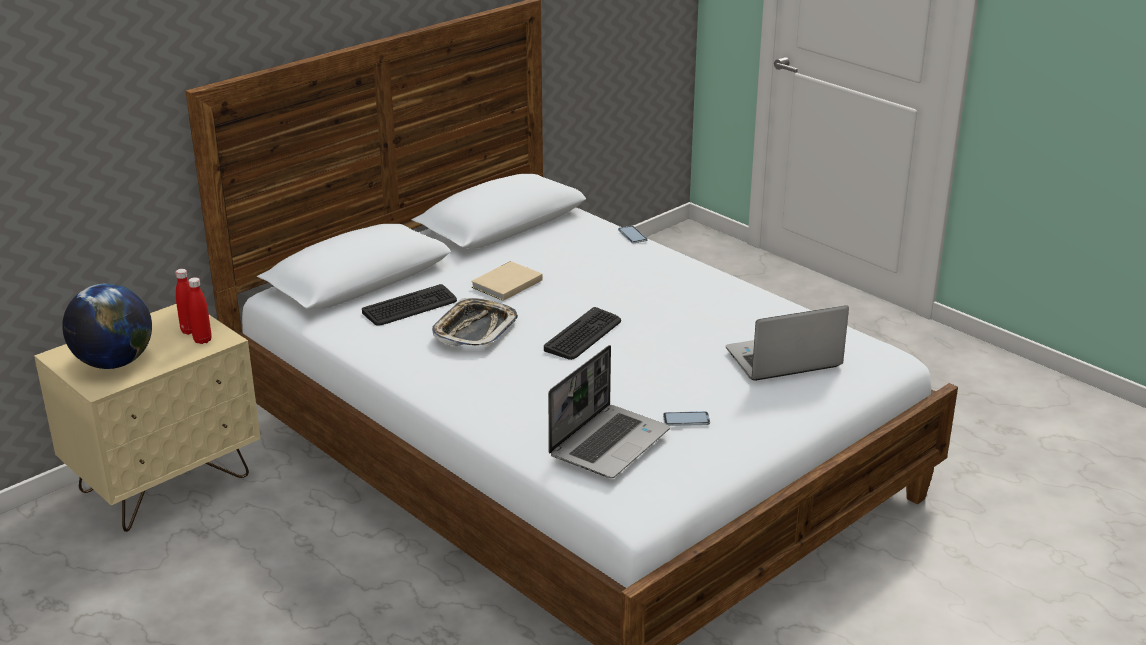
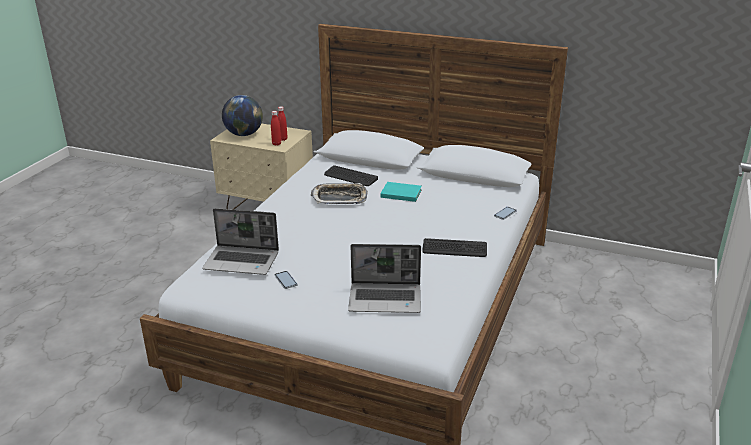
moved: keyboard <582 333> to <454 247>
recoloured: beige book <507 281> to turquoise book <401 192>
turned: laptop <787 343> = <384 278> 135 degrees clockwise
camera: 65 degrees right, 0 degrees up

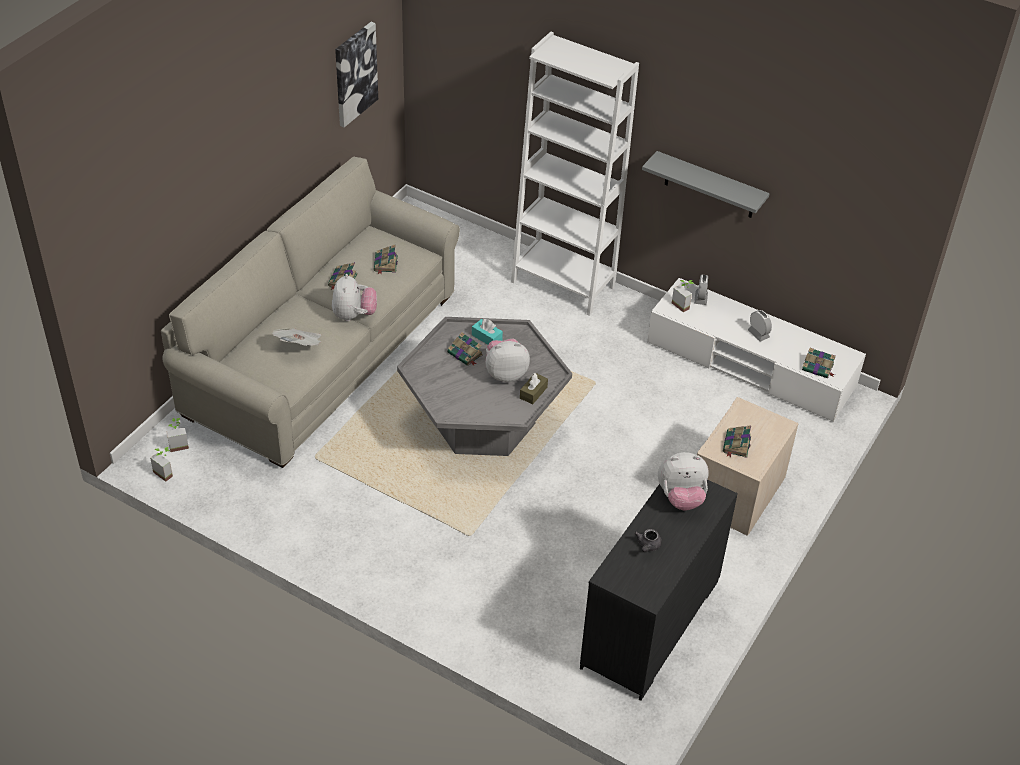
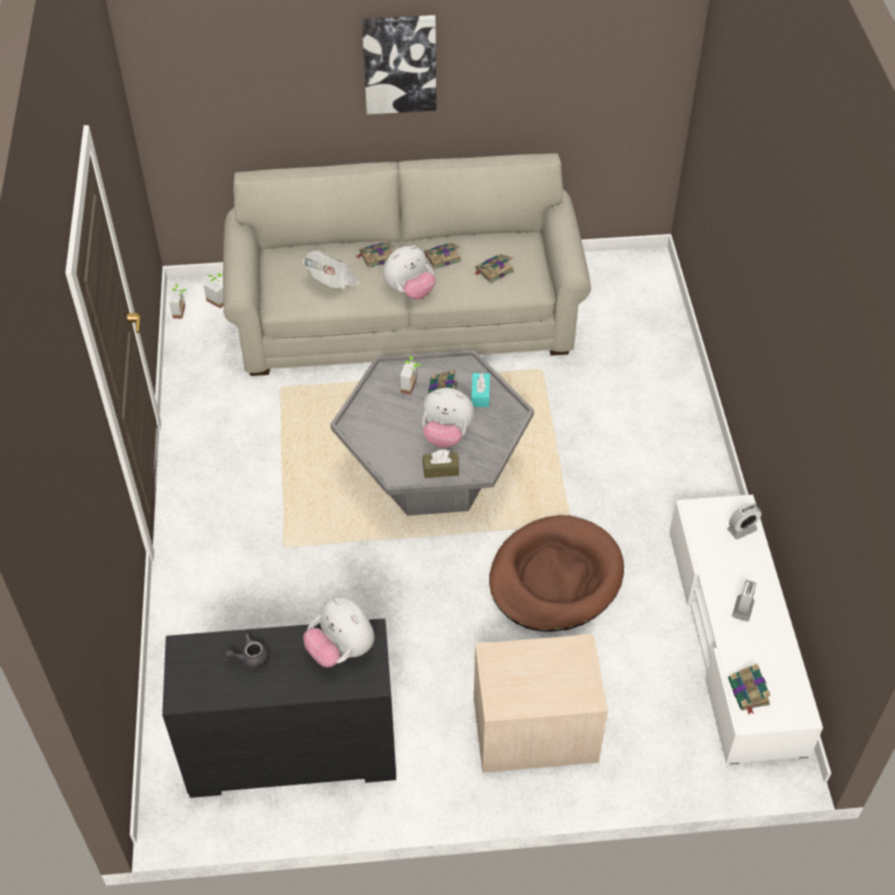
removed: white bookcase <575 174>; grey shelf <706 184>
added: brown dog bed <556 573>
moved: picture <356 74> to <399 64>; potted plant <683 296> to <410 375>; book <737 441> to <375 254>
turned: plush toy <507 360> = <448 418> 150 degrees clockwise
camera: 55 degrees right, 5 degrees up

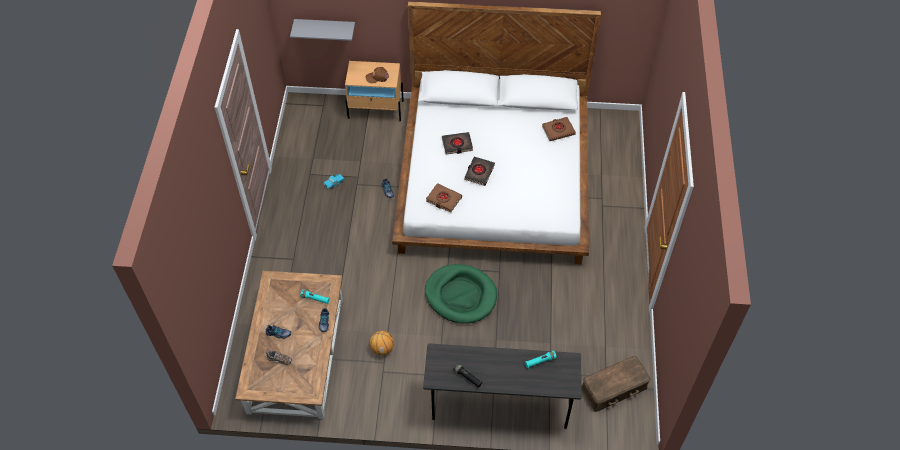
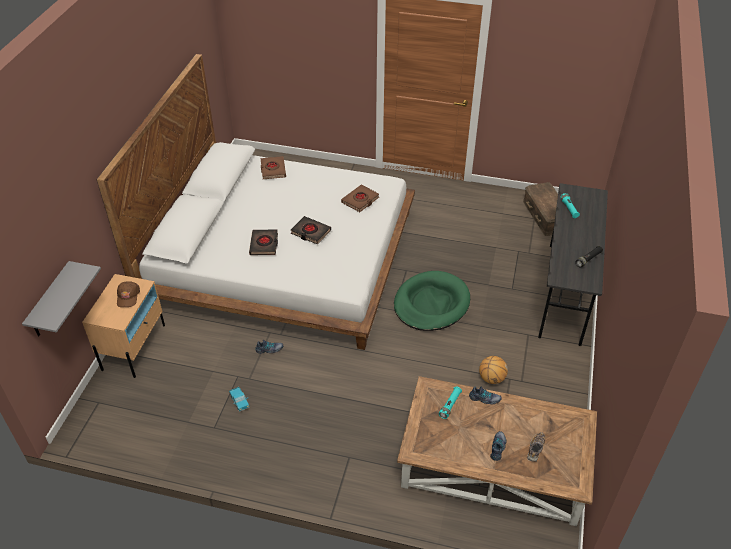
moved: brown book <444 198> to <360 198>
camera: 80 degrees left, 10 degrees down

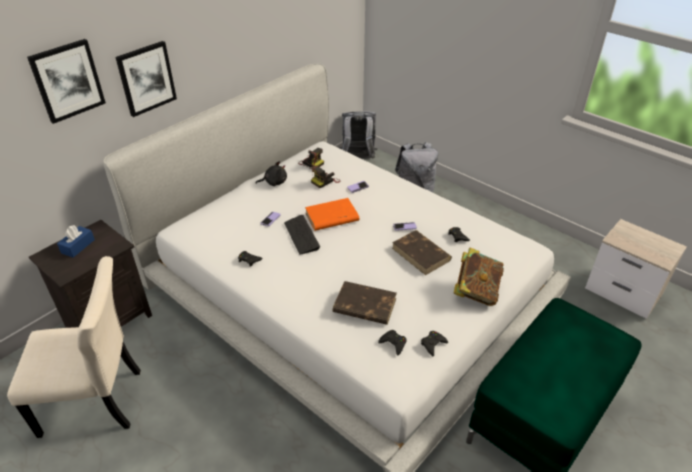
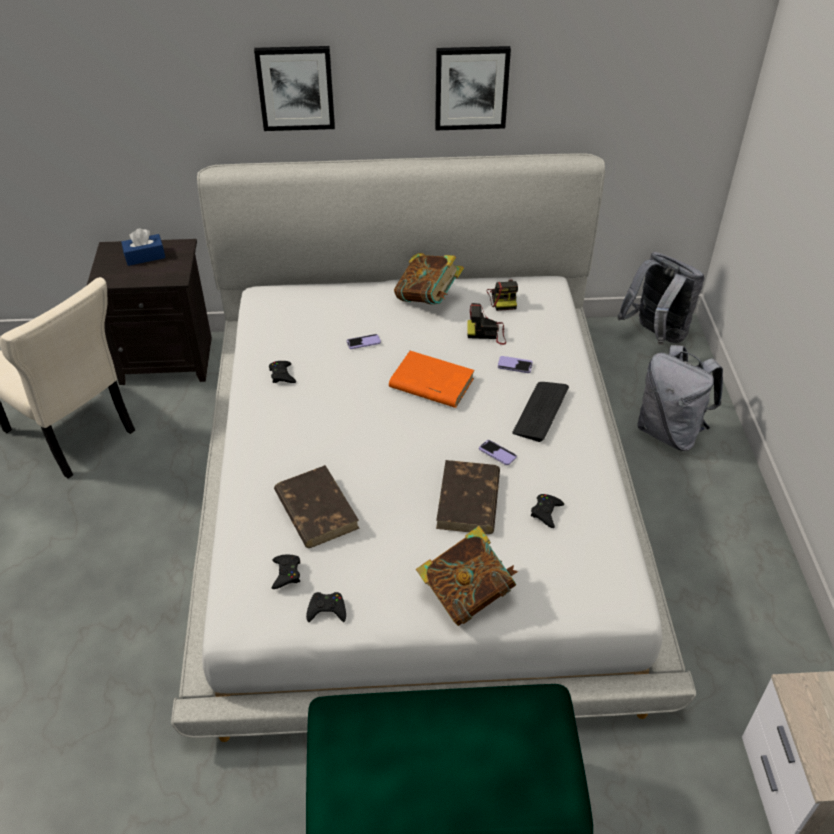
moved: picture <66 81> to <473 88>; keyboard <302 235> to <540 412>
replaced: black plush toy <271 173> to book <429 279>
camera: 45 degrees right, 5 degrees up

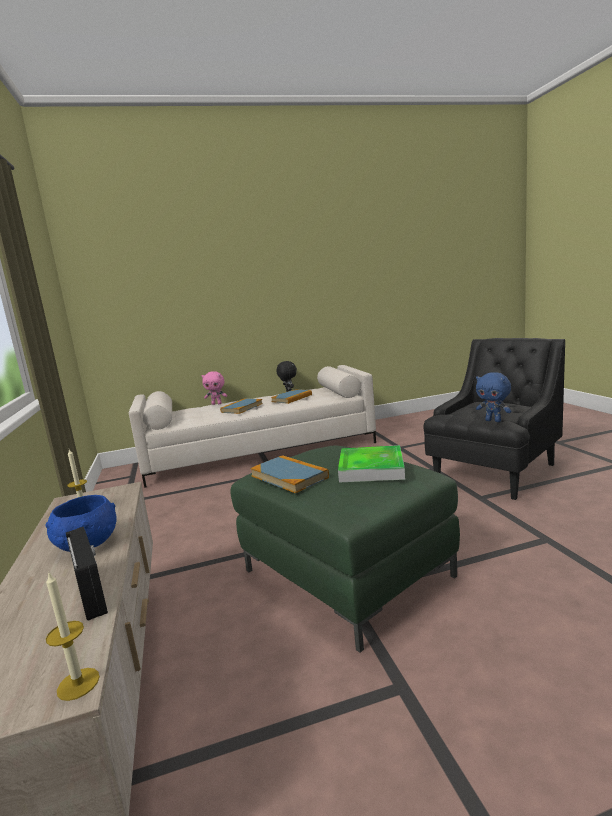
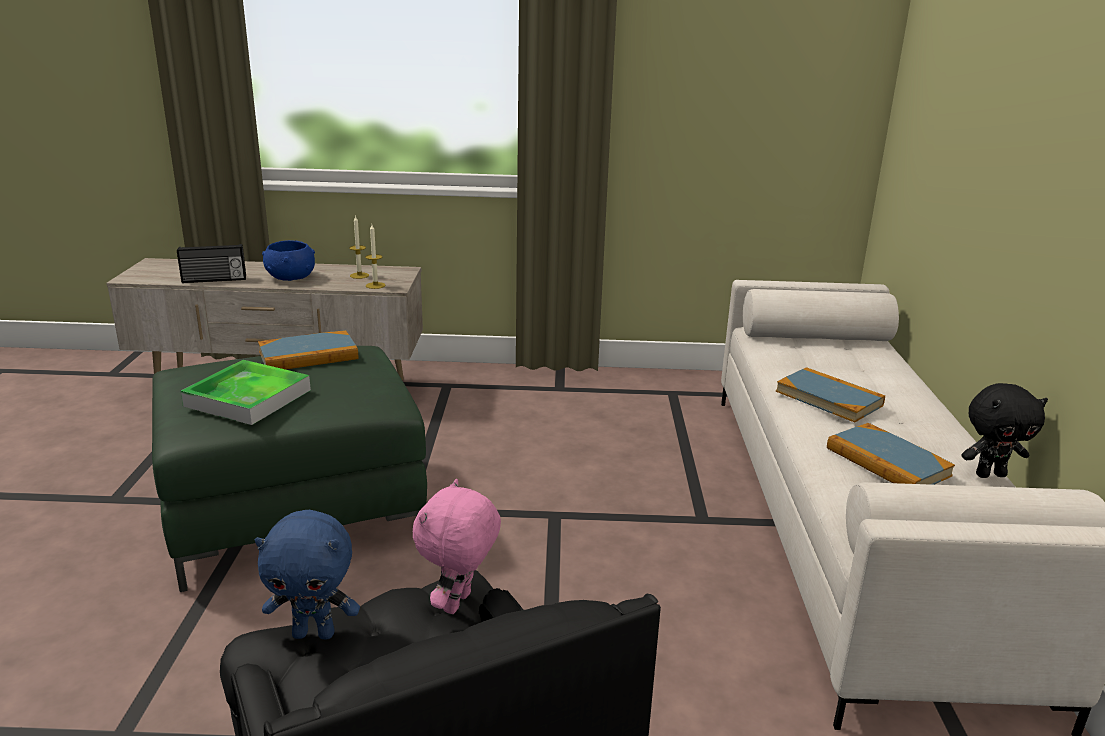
moved: candle <73 637> to <375 257>; pink plush toy <214 388> to <457 546>
turned: blue plush toy <494 397> = <307 575> 150 degrees counterclockwise
camera: 105 degrees right, 10 degrees up

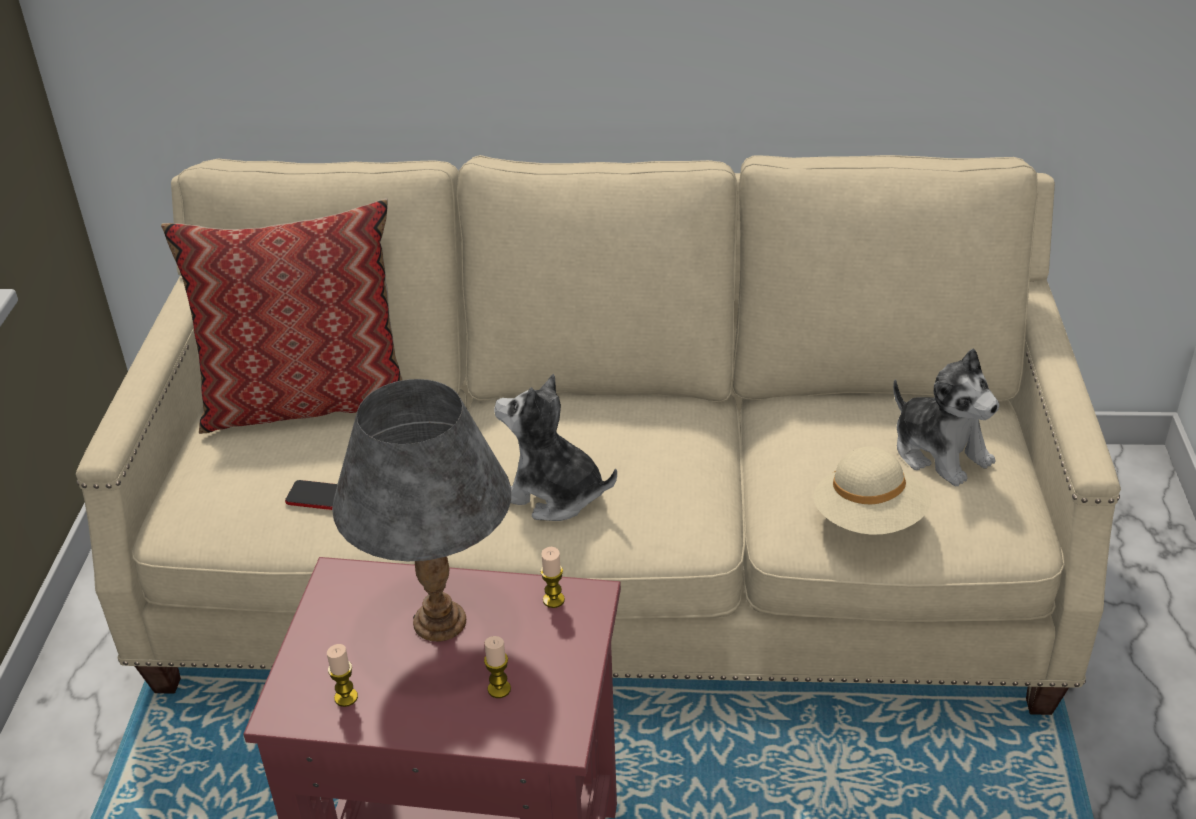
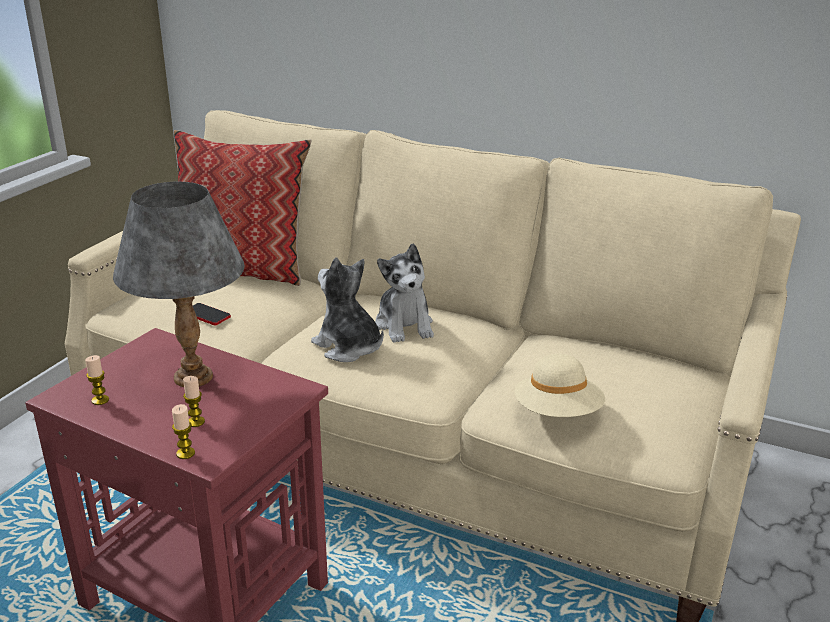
moved: candle <552 577> to <183 431>; plush toy <946 417> to <404 293>
camera: 20 degrees right, 10 degrees down

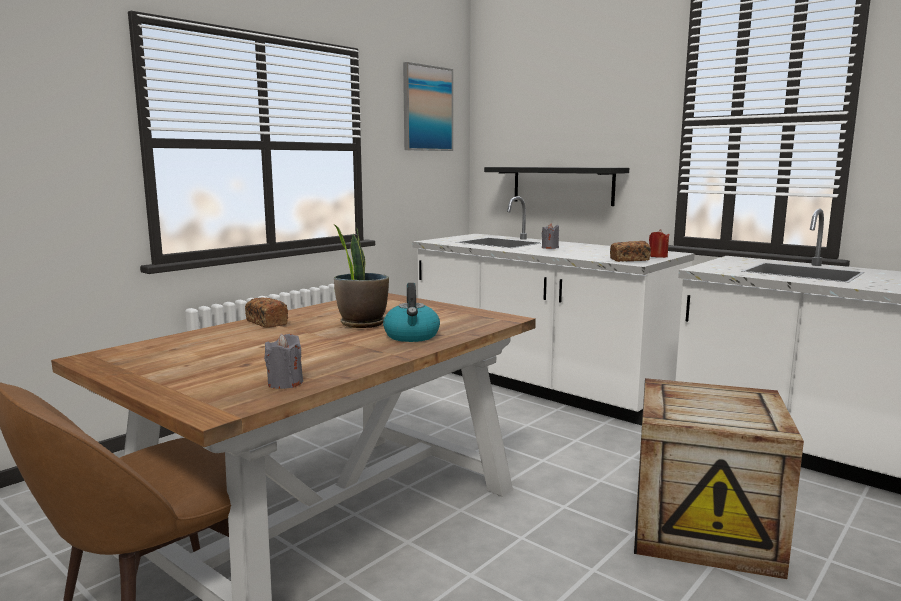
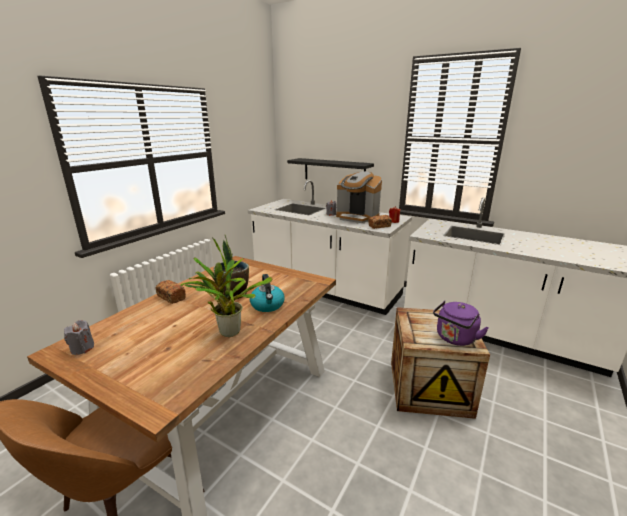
removed: picture <428 106>
added: potted plant <226 297>; coffee machine <359 197>; purple kettle <461 323>
moved: grey candle <283 361> to <79 337>
camera: 10 degrees left, 10 degrees up

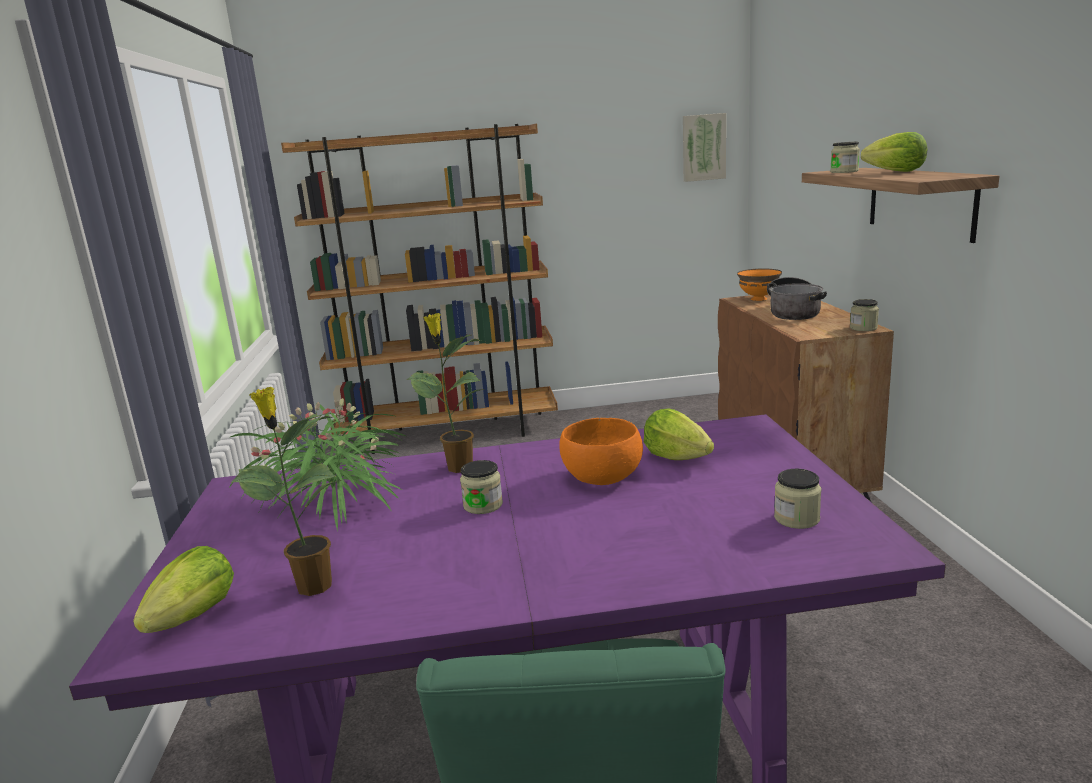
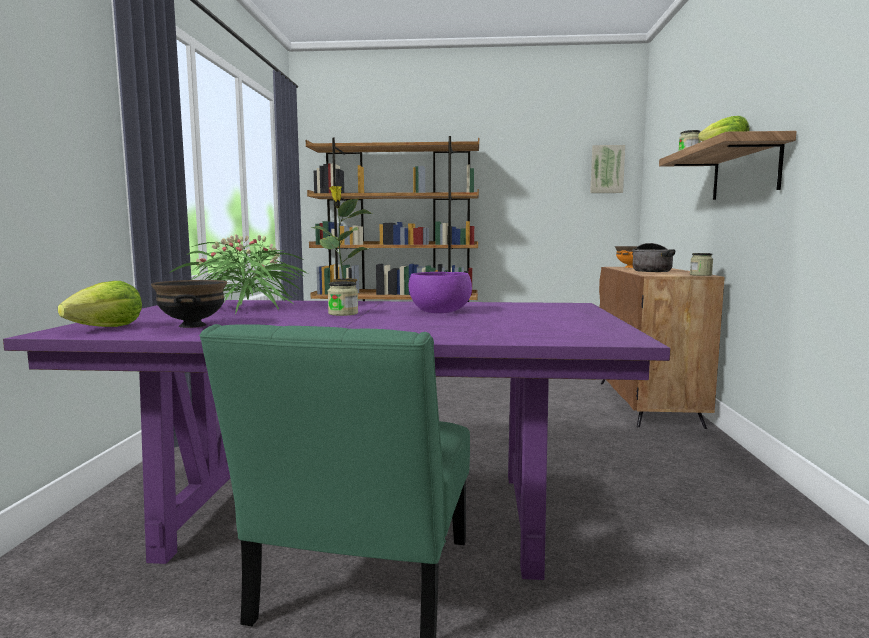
removed: lettuce <679 434>; jar <798 499>
replaced: potted plant <286 491> to black bowl <189 304>
recoloured: orange bowl <601 451> to purple bowl <440 292>
camera: 10 degrees right, 10 degrees down

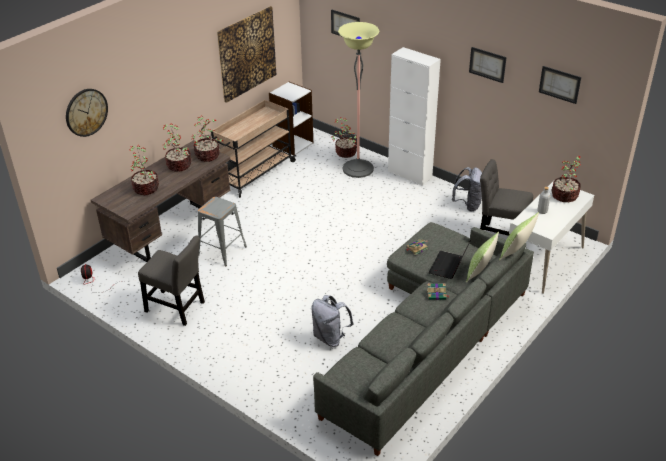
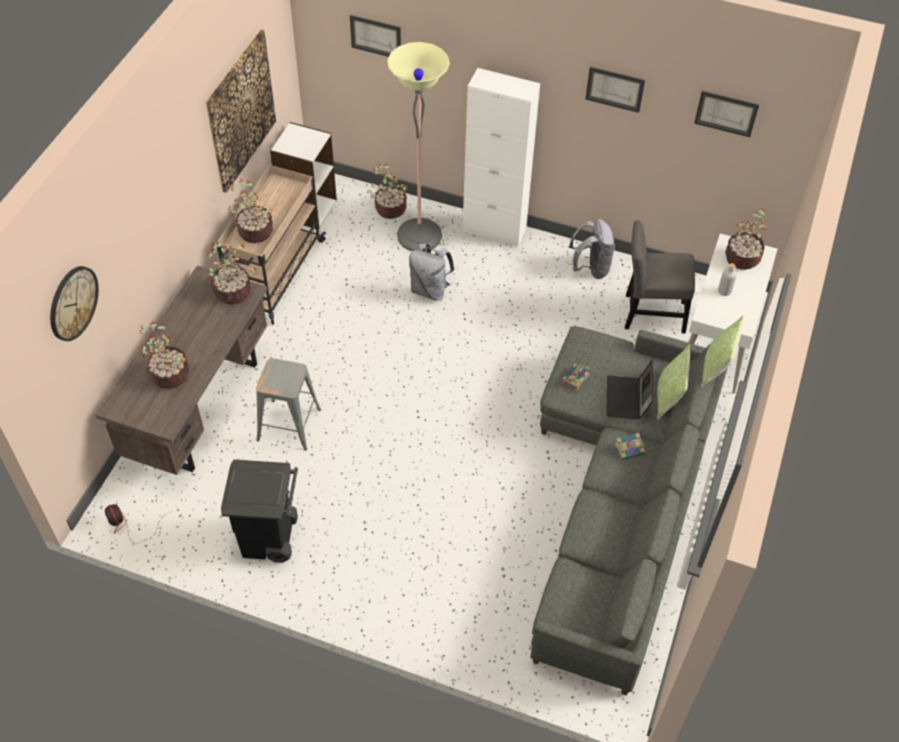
moved: potted plant <176 147> to <250 211>; grey backpack <333 321> to <432 272>
replaced: grey chair <171 280> to black trash can <259 511>
camera: 20 degrees left, 15 degrees up

